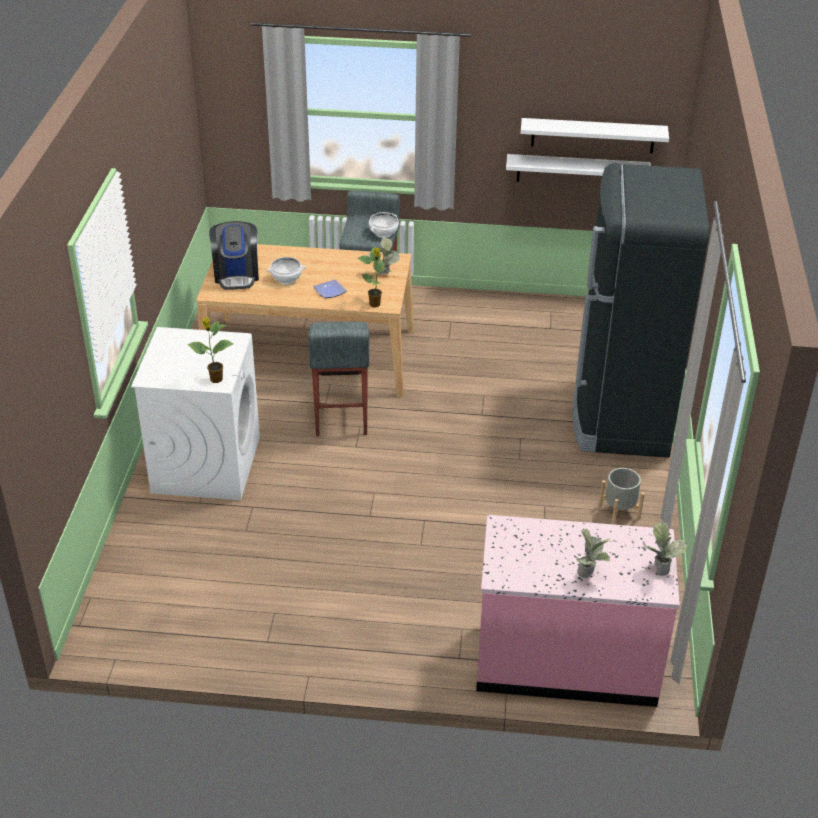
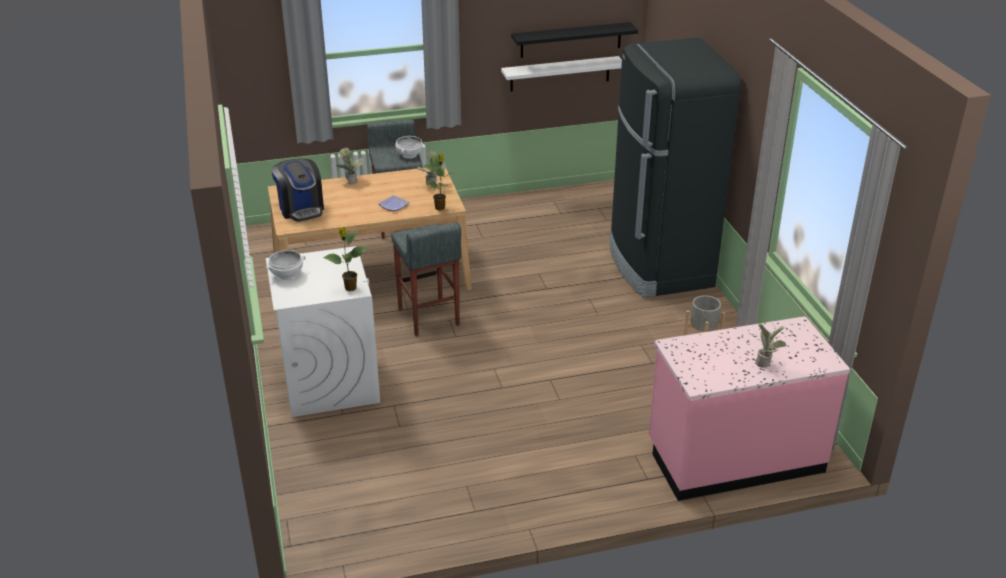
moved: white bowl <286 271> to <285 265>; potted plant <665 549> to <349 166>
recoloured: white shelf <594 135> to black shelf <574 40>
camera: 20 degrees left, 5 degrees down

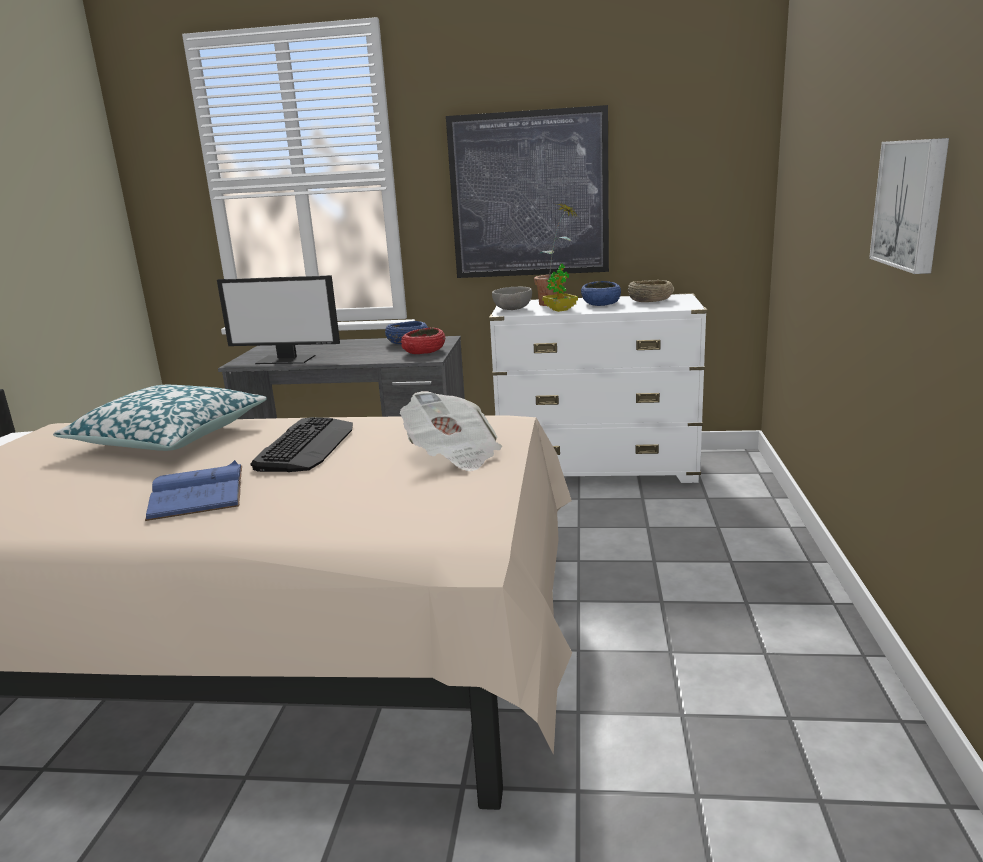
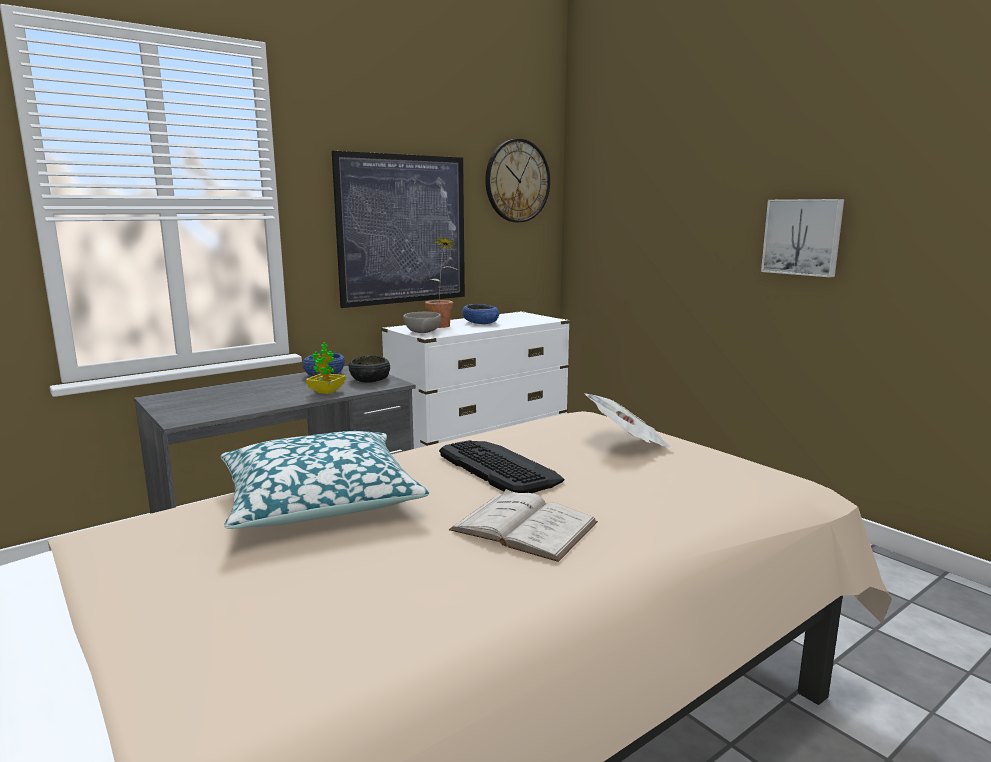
removed: monitor <278 319>; beige bowl <651 291>
added: wall clock <517 181>
moved: potted plant <560 288> to <326 368>
recoloured: blue book <193 490> to white book <523 525>; red bowl <423 341> to black bowl <369 369>
camera: 45 degrees left, 5 degrees down

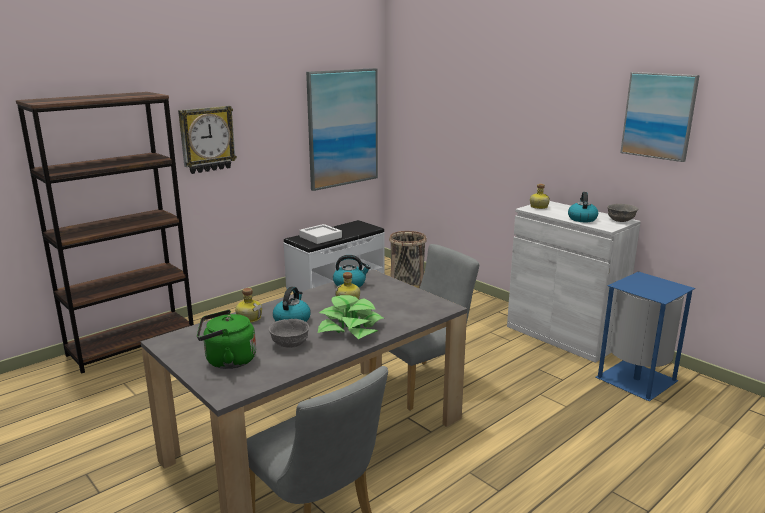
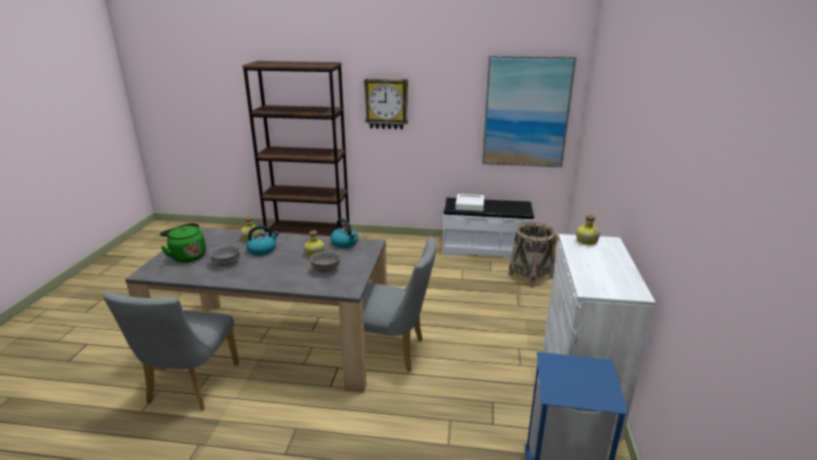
removed: potted plant <351 317>; kettle <583 207>; picture <660 117>
moved: grey bowl <622 213> to <325 261>
camera: 50 degrees right, 5 degrees up

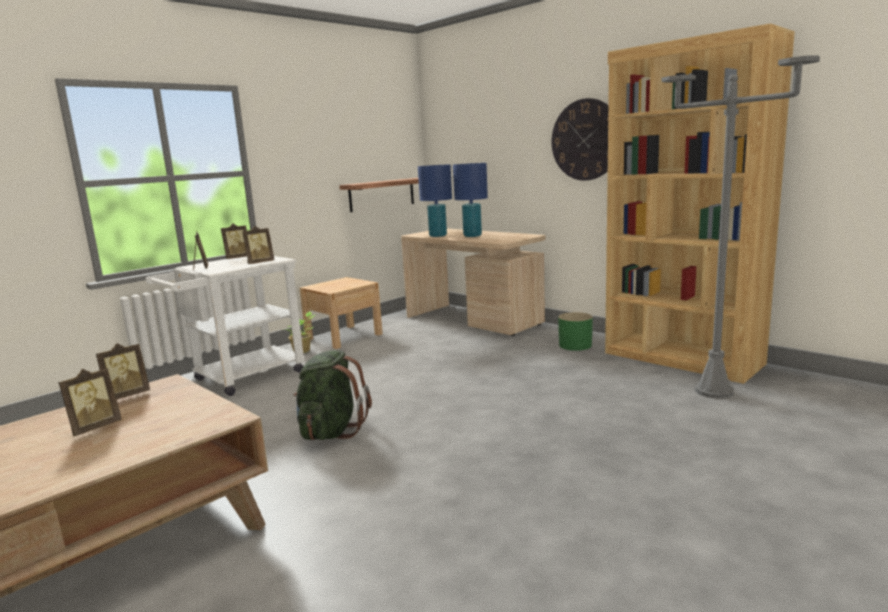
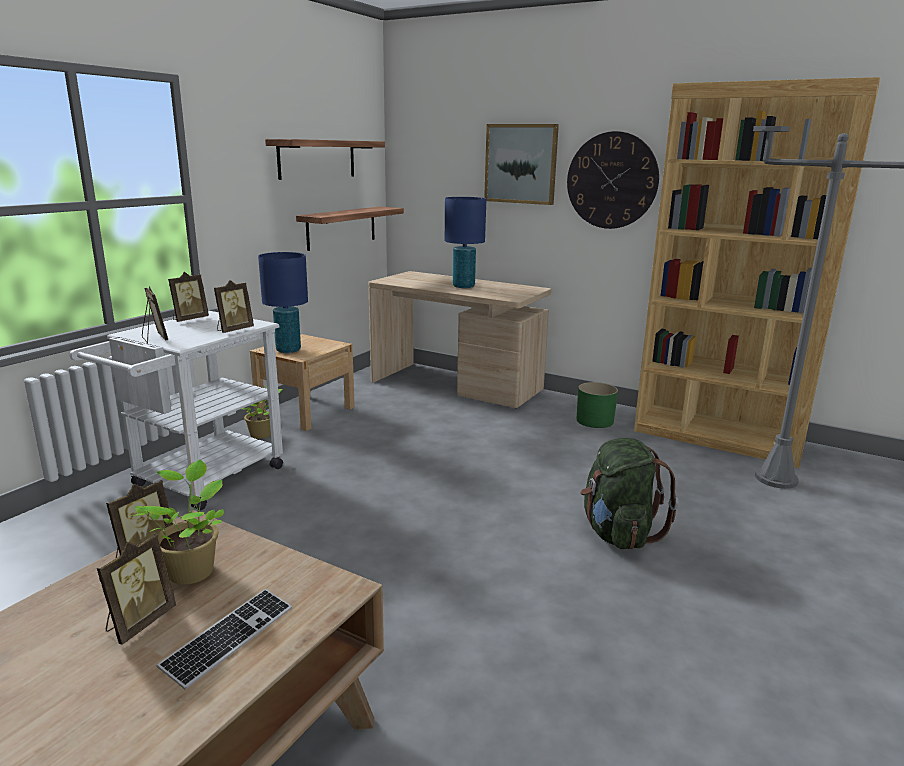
added: potted plant <178 522>; keyboard <224 639>; shelf <325 159>; picture <521 164>
moved: green backpack <332 395> to <629 493>; blue table lamp <435 200> to <283 302>
camera: 15 degrees left, 5 degrees up

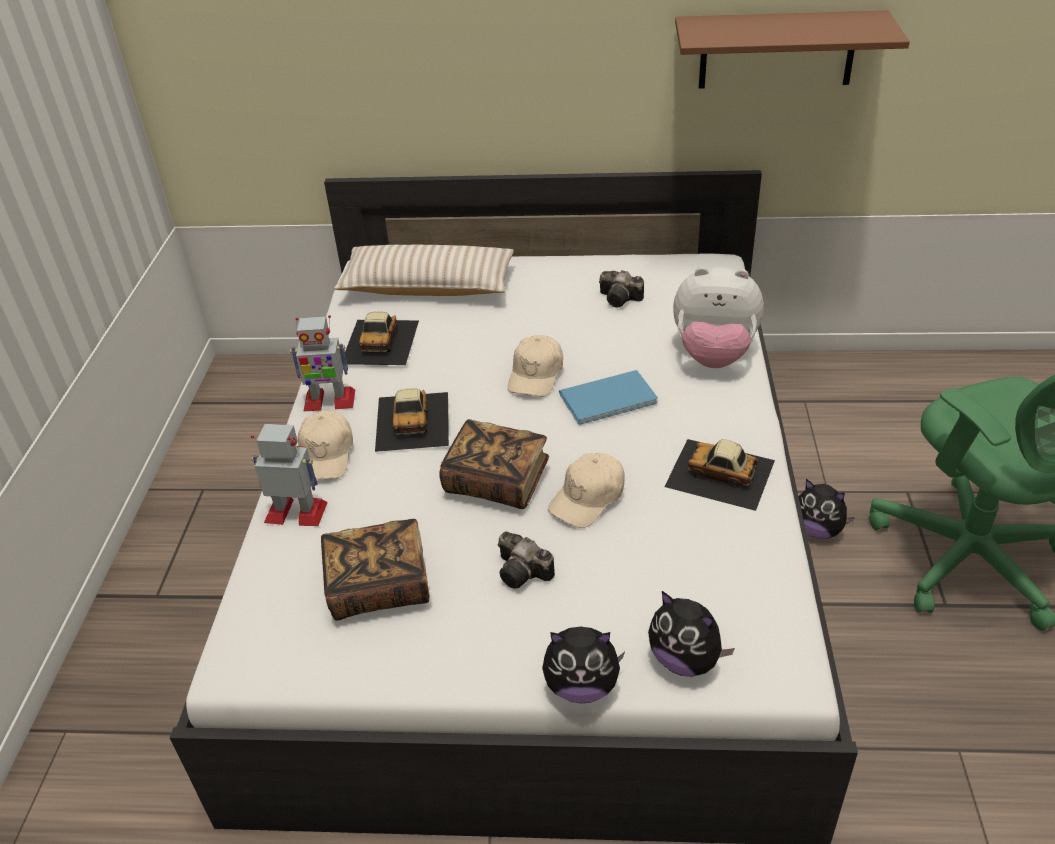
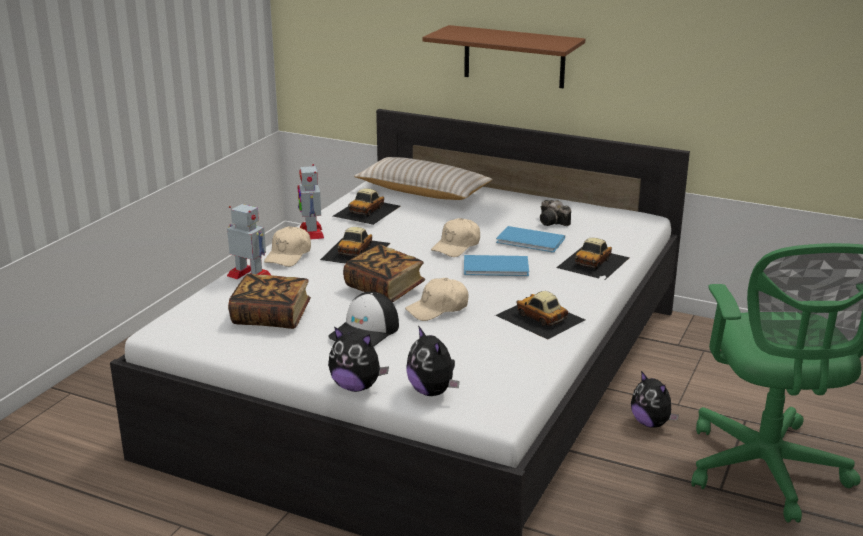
added: blue book <530 239>
moved: brown shelf <792 49> to <504 56>
replaced: photo camera <526 560> to cap <363 319>; plush toy <718 317> to toy car <593 259>
turned: toy robot <323 363> = <310 201> 60 degrees clockwise
camera: 20 degrees right, 15 degrees down

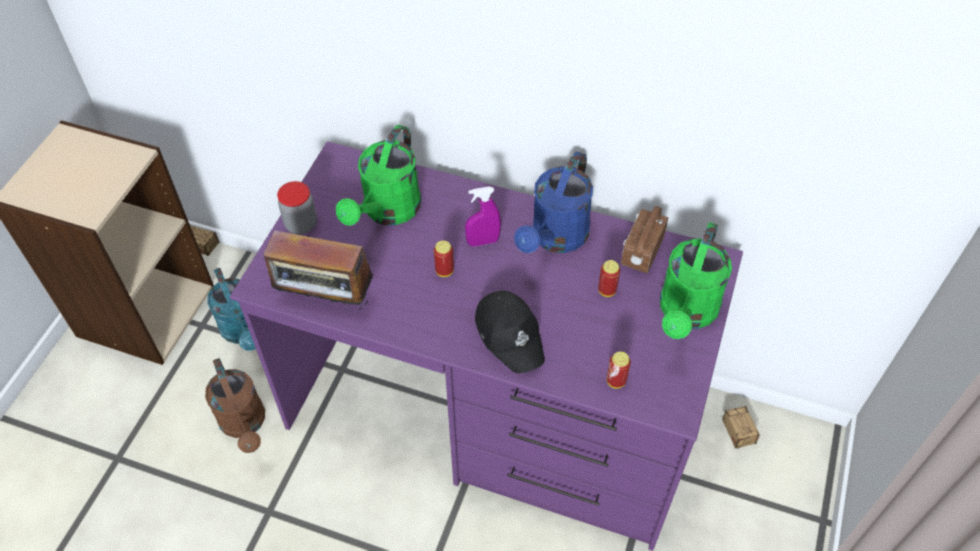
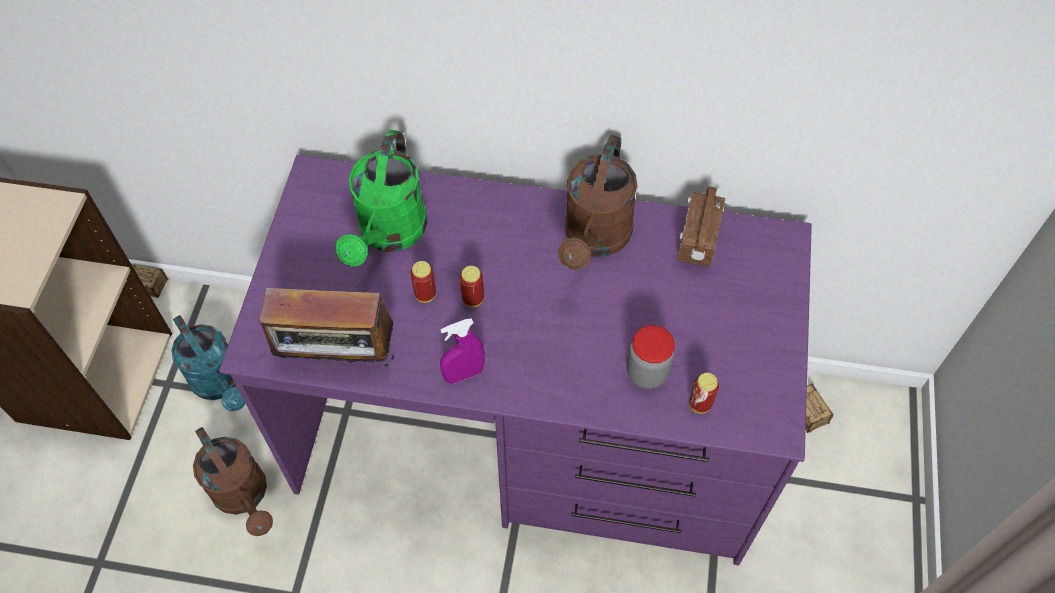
removed: black cap <510 332>; green watering can <696 280>
moved: jar <297 207> to <651 357>; purple spray bottle <483 216> to <462 351>; can <609 278> to <423 282>
recoloured: blue watering can <553 202> to brown watering can <598 202>
camera: 10 degrees left, 5 degrees up

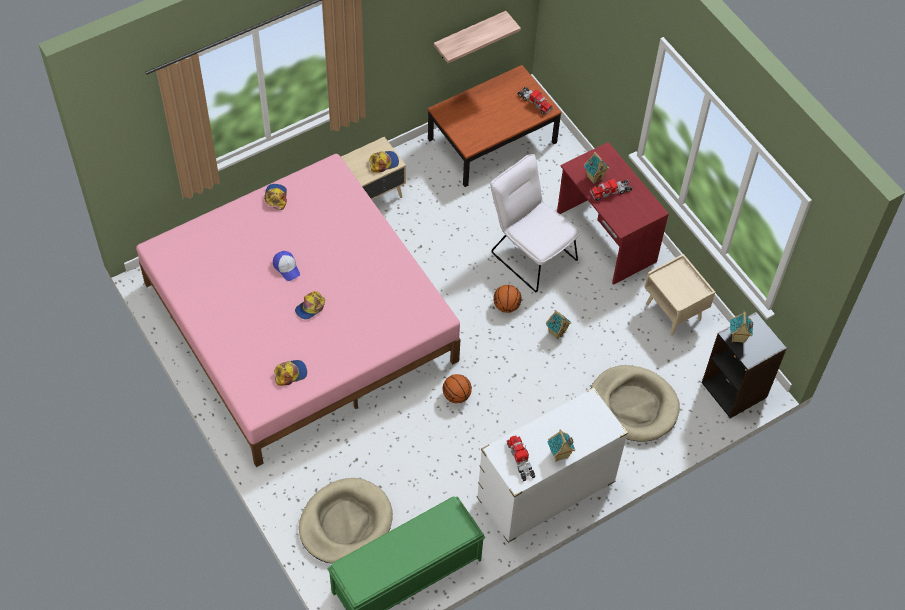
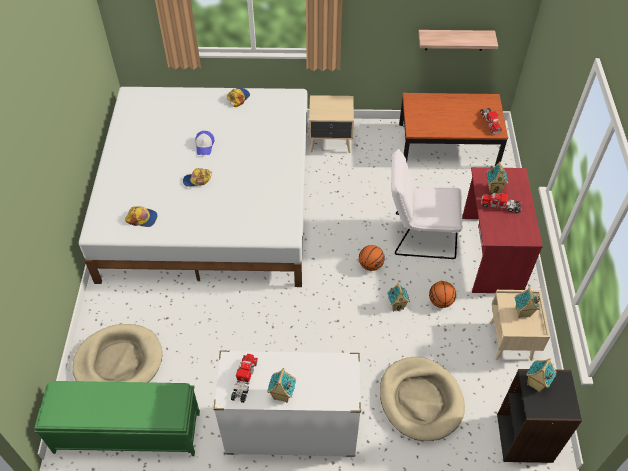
removed: cap <384 161>
added: toy house <527 302>
moved: basketball <457 388> to <442 294>
recoloured: pink bed <298 310> to white bed <193 187>
turned: white chair <535 223> = <427 204> 75 degrees counterclockwise
camera: 35 degrees right, 5 degrees down

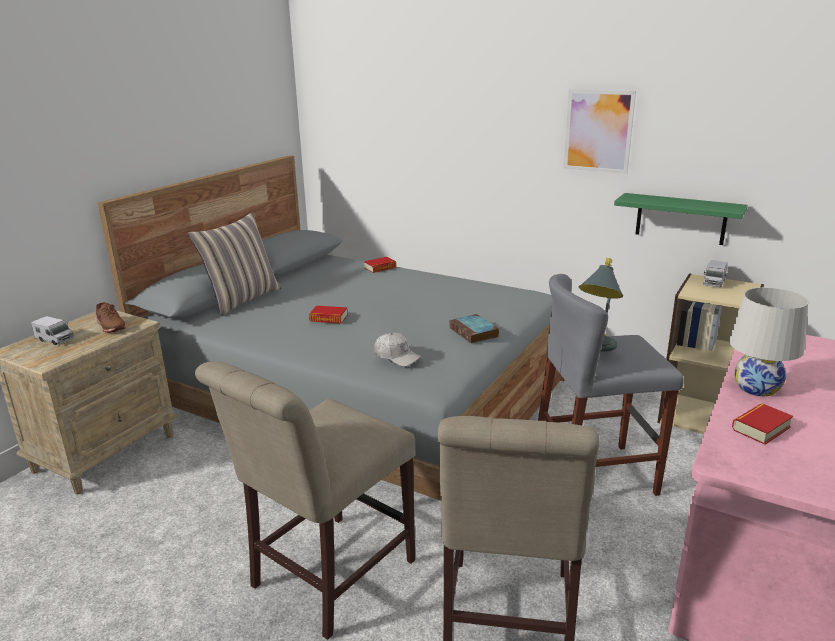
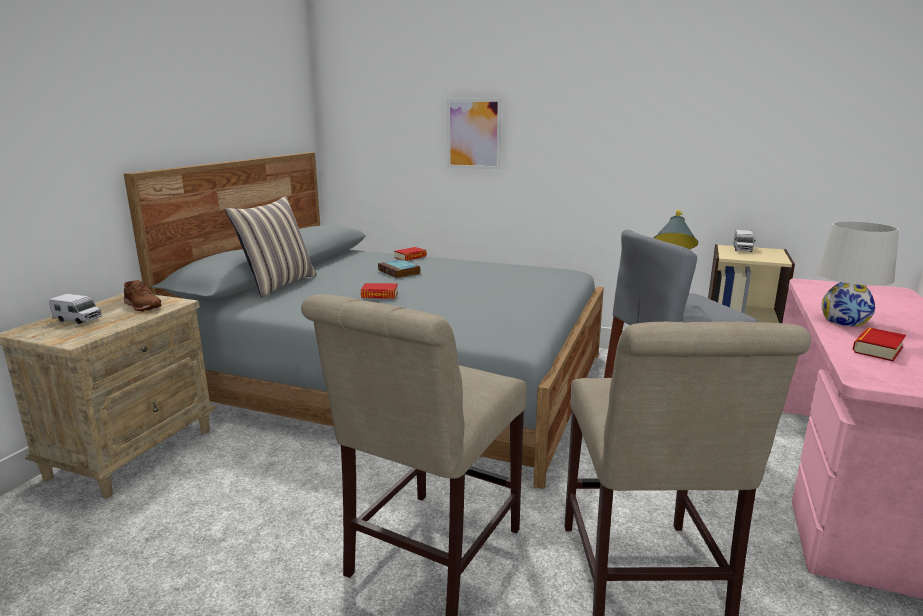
removed: white cap <397 350>; green shelf <681 219>
moved: book <474 329> to <399 268>; picture <600 131> to <474 133>
camera: 10 degrees left, 5 degrees down

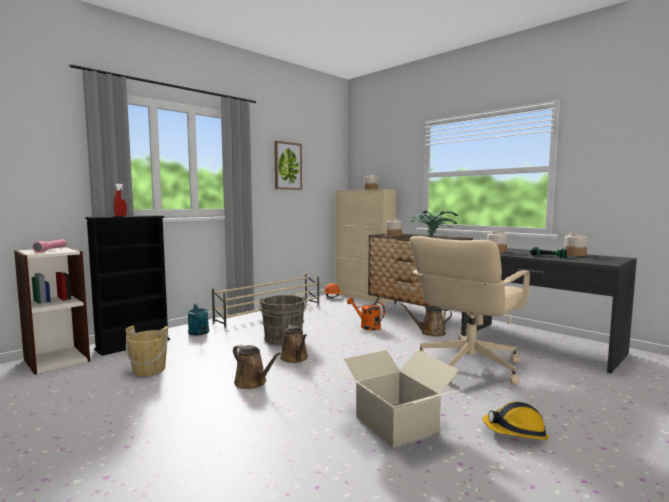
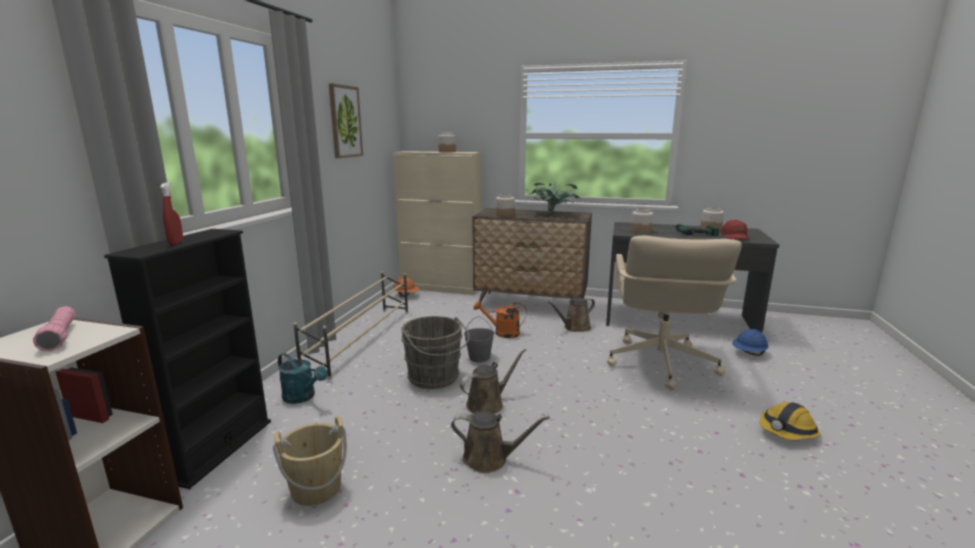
removed: cardboard box <399 399>
added: grey bucket <479 339>; red cap <736 229>; blue hard hat <750 342>
turned: brown watering can <294 343> = <493 381> 75 degrees counterclockwise
camera: 30 degrees left, 10 degrees up

